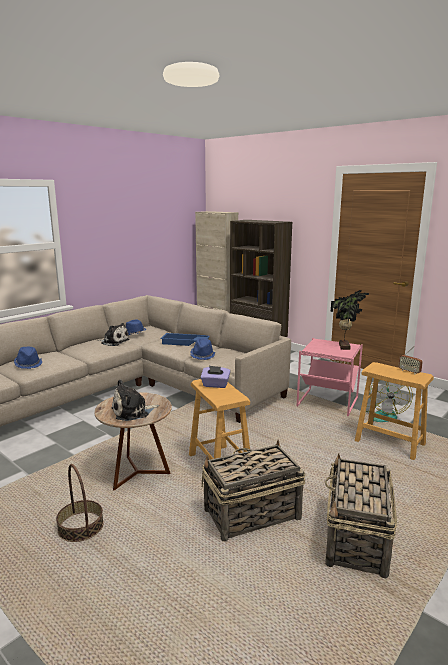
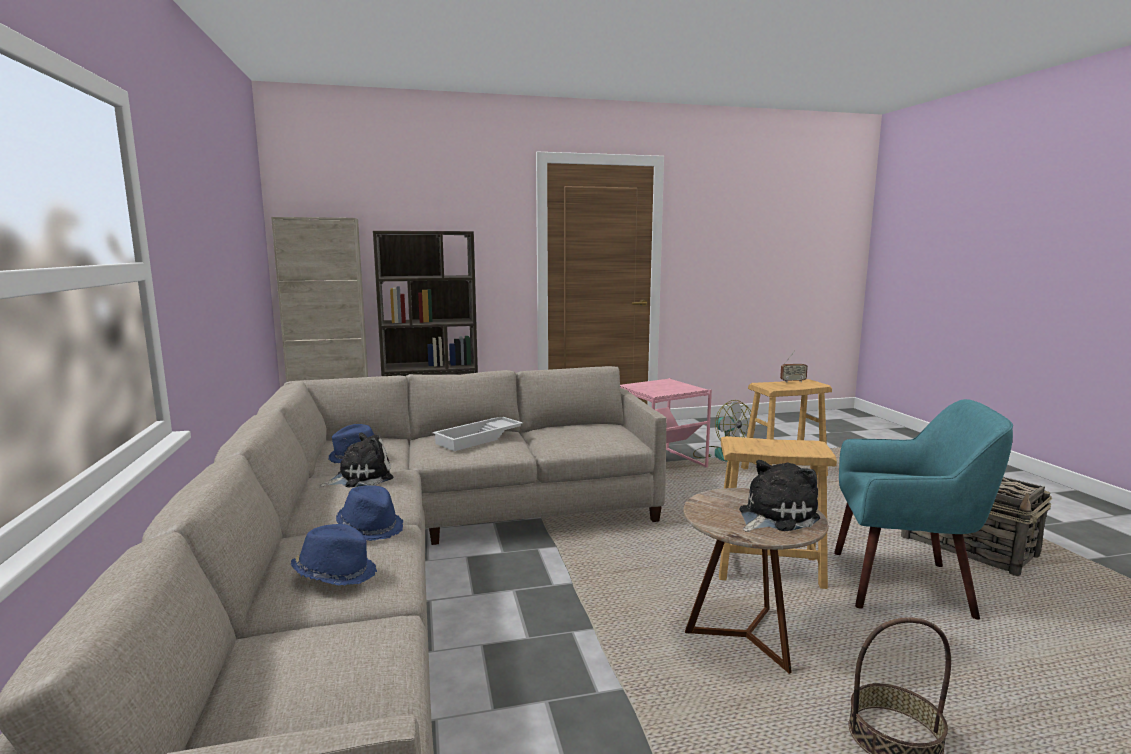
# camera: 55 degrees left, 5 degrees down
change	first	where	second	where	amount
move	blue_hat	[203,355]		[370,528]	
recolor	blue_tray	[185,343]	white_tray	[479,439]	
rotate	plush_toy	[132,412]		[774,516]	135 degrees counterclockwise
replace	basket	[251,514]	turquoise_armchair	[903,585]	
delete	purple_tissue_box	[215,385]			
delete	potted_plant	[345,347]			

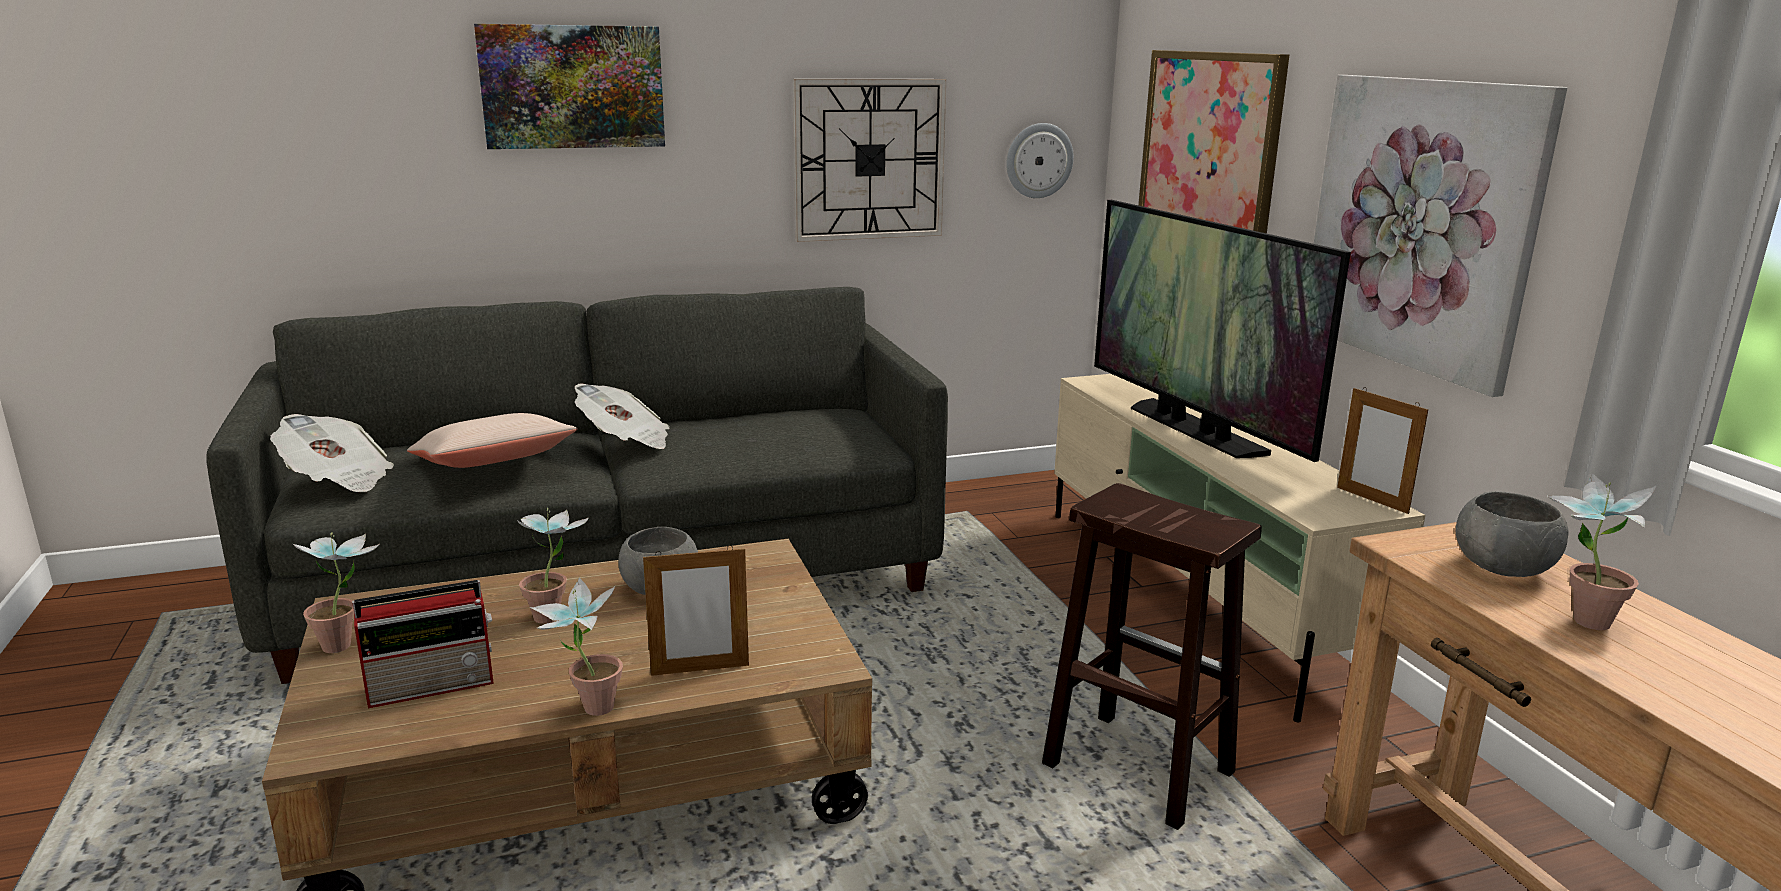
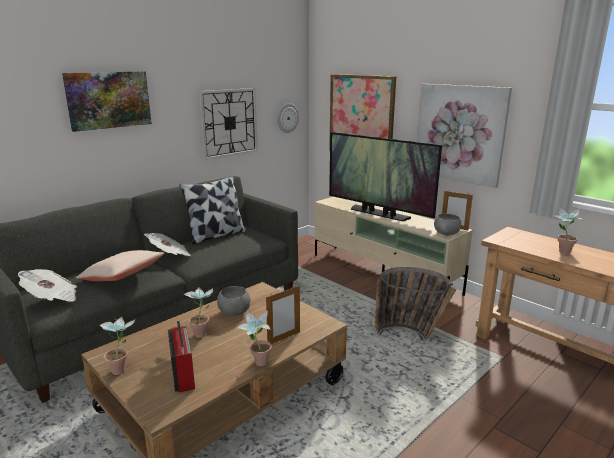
# camera: 25 degrees left, 0 degrees up
change	first	where	second	where	amount
rotate	radio	[434,685]		[183,374]	60 degrees counterclockwise
insert			pillow	[216,235]	
replace	brown_stool	[1135,767]	basket	[412,336]	
move	grey_bowl	[1501,567]		[446,233]	

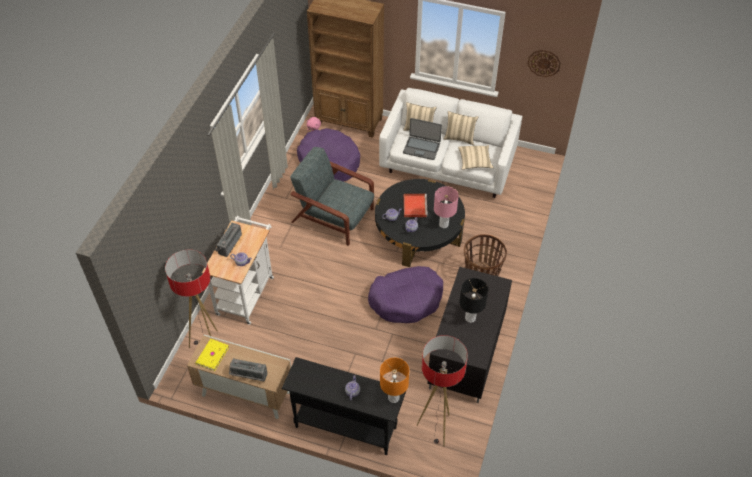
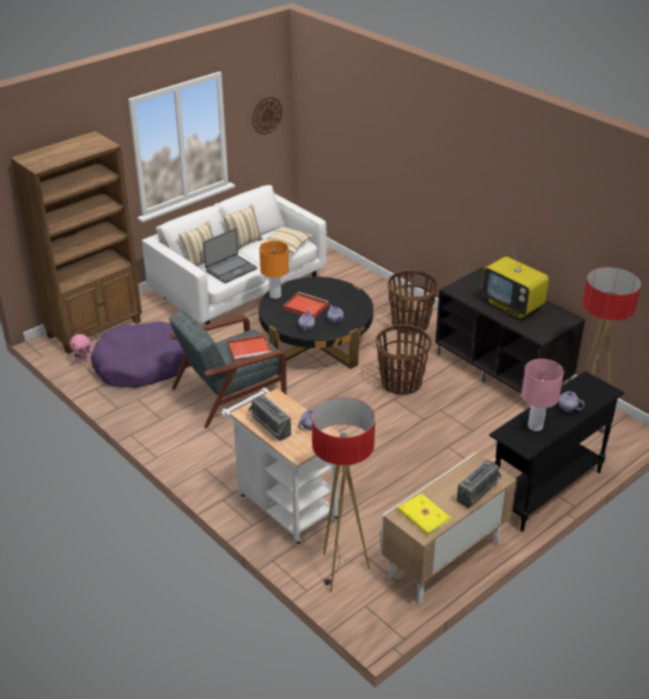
# camera: 60 degrees left, 15 degrees down
change	first	where	second	where	amount
insert			red_tray	[250,349]	
move	orange_table_lamp	[393,397]		[275,295]	
replace	purple_dog_bed	[406,299]	basket	[401,383]	
replace	black_table_lamp	[470,318]	television	[513,306]	
move	pink_table_lamp	[443,224]		[535,426]	

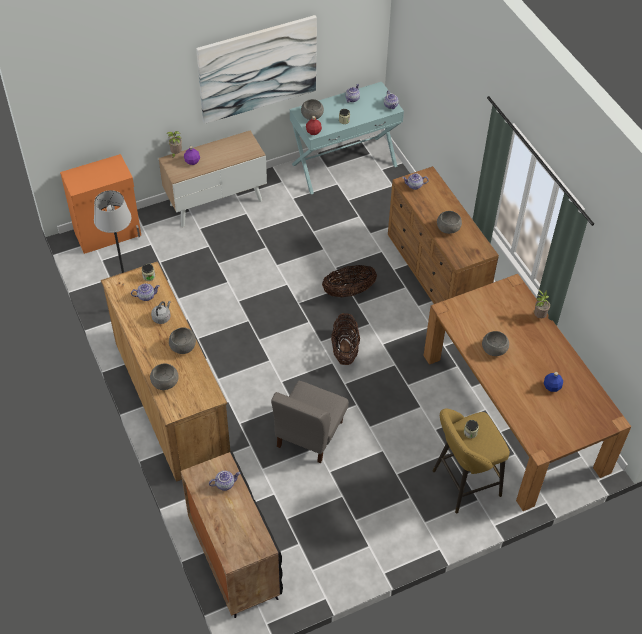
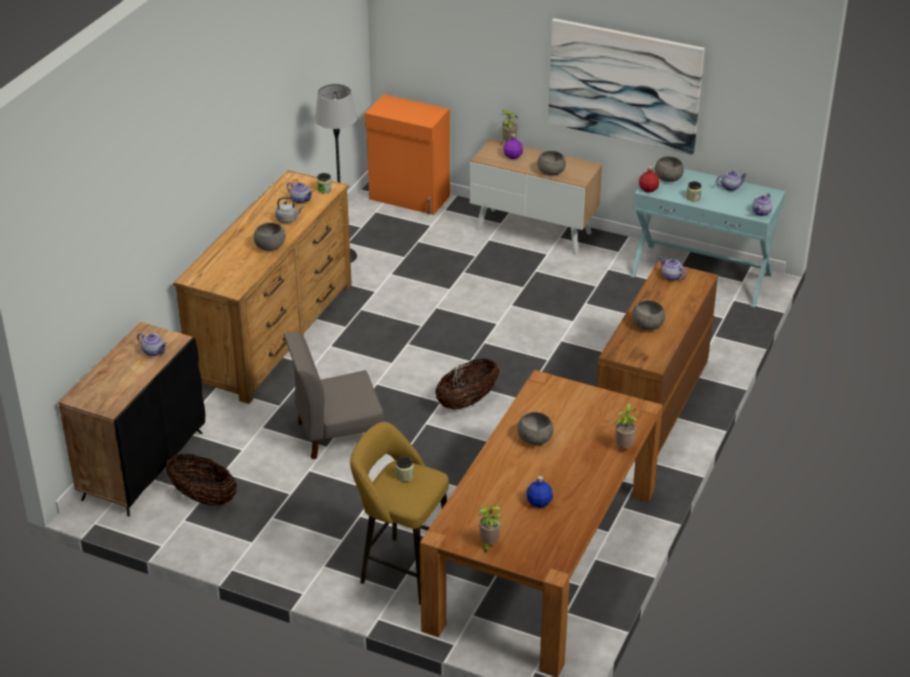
# camera: 50 degrees right, 15 degrees down
change	first	where	second	where	amount
move	basket	[349,291]		[203,497]	
insert			potted_plant	[488,545]	
move	grey_bowl	[165,382]		[551,172]	

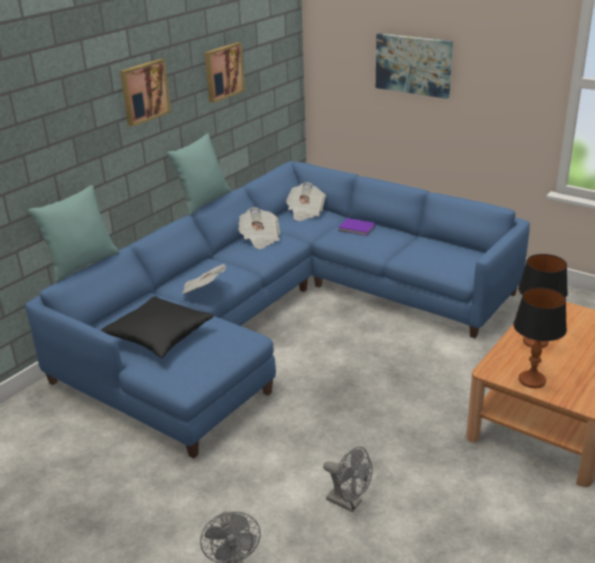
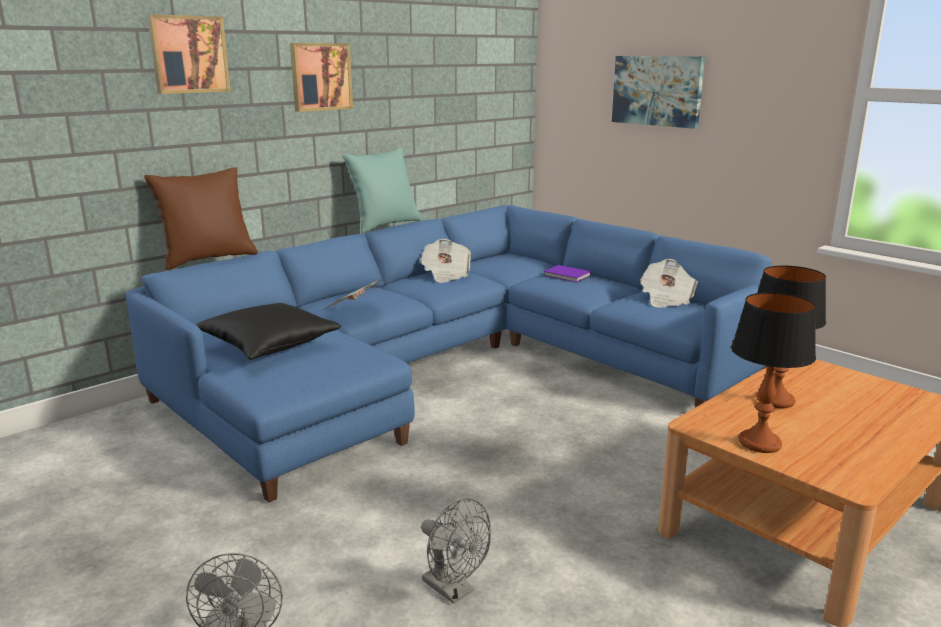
# camera: 10 degrees right, 10 degrees down
change	first	where	second	where	amount
recolor	turquoise_pillow	[81,264]	brown_pillow	[208,259]	
move	picture	[223,71]		[188,54]	
move	newspaper	[305,212]		[667,299]	

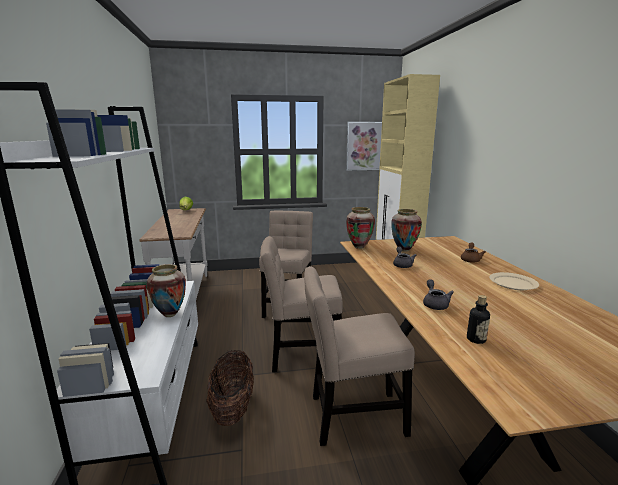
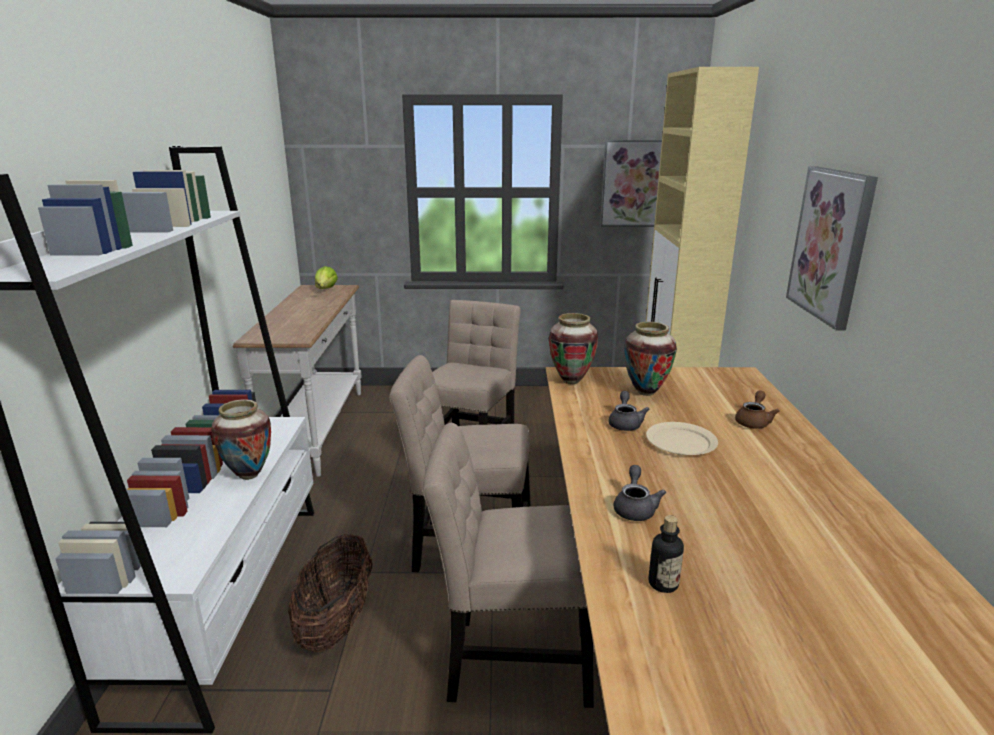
# camera: 10 degrees right, 5 degrees up
change	first	where	second	where	amount
move	beige_plate	[513,283]		[680,442]	
insert			picture	[831,244]	

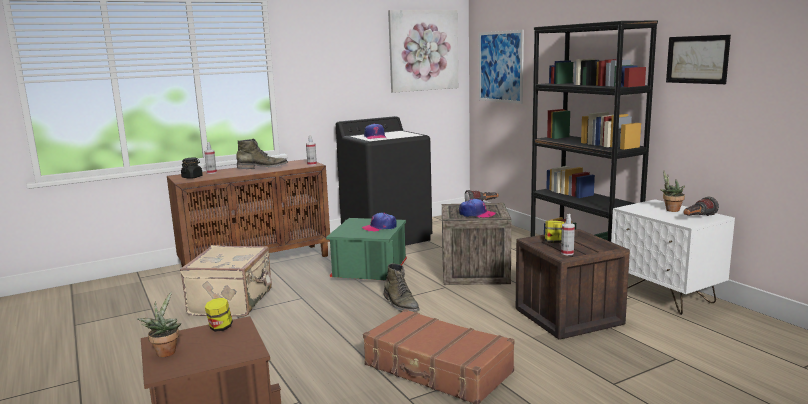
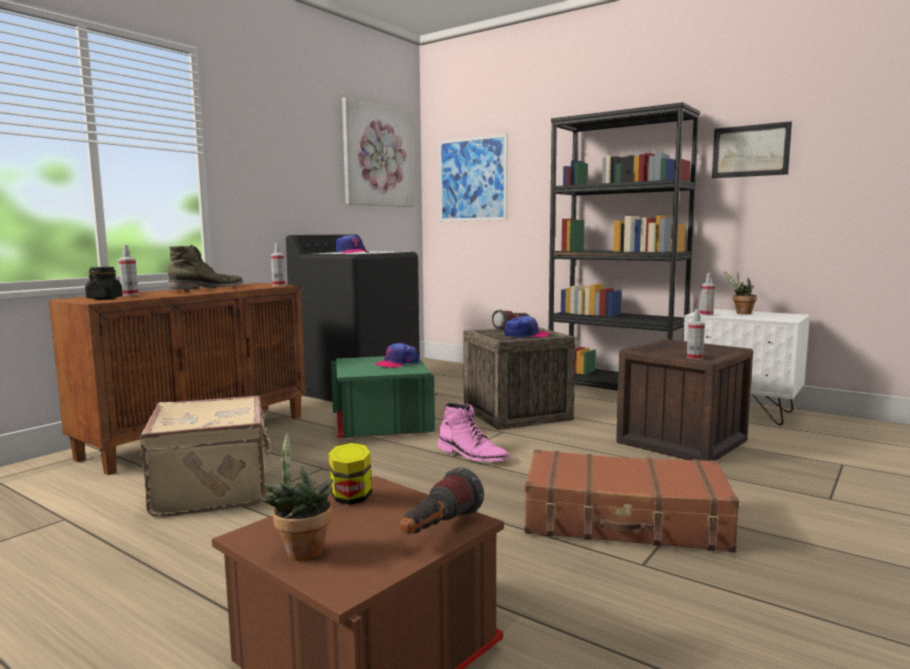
# camera: 25 degrees left, 5 degrees down
change	first	where	second	where	amount
move	flashlight	[697,218]		[438,530]	
recolor	green_boot	[400,304]	pink_boot	[472,456]	
insert			spray_bottle	[706,314]	
delete	jar	[554,242]			

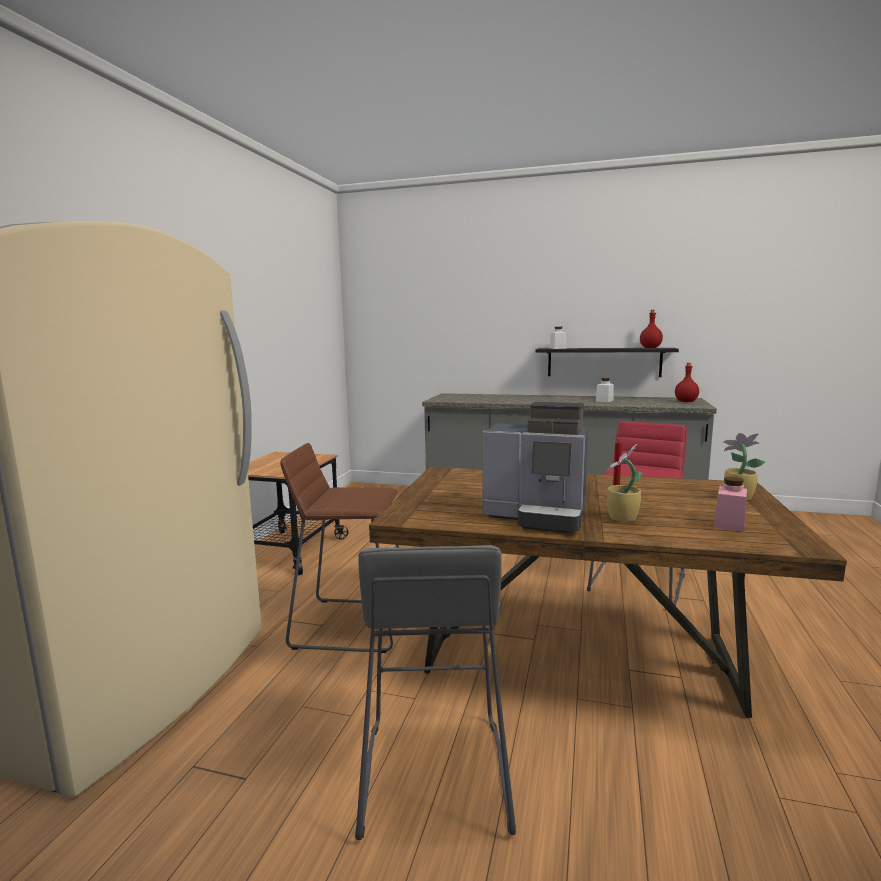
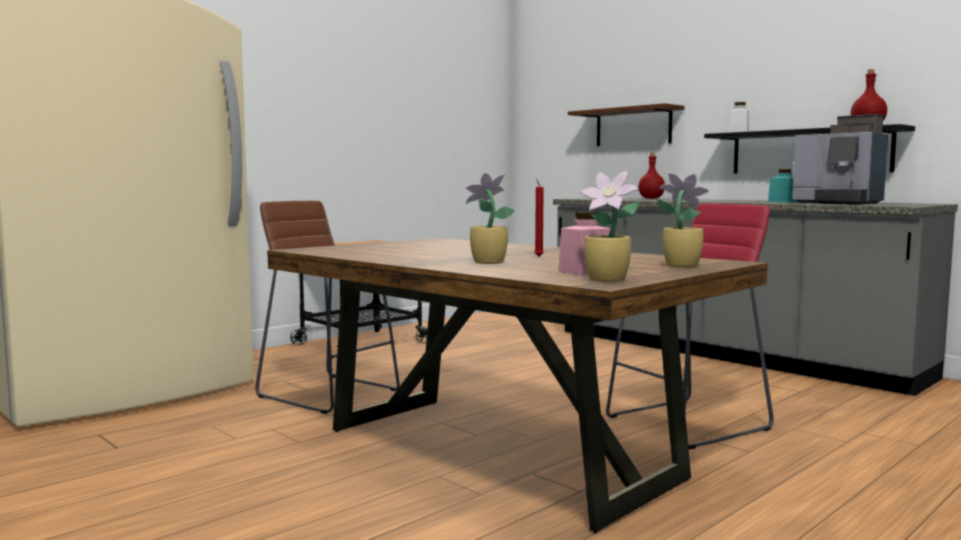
# camera: 30 degrees right, 5 degrees down
change	first	where	second	where	amount
insert			brown_shelf	[633,127]	
insert			potted_plant	[608,280]	
move	red_bottle	[686,401]		[651,198]	
recolor	white_jar	[604,400]	turquoise_jar	[783,202]	
move	coffee_machine	[538,516]		[838,203]	
delete	grey_stool	[433,776]			

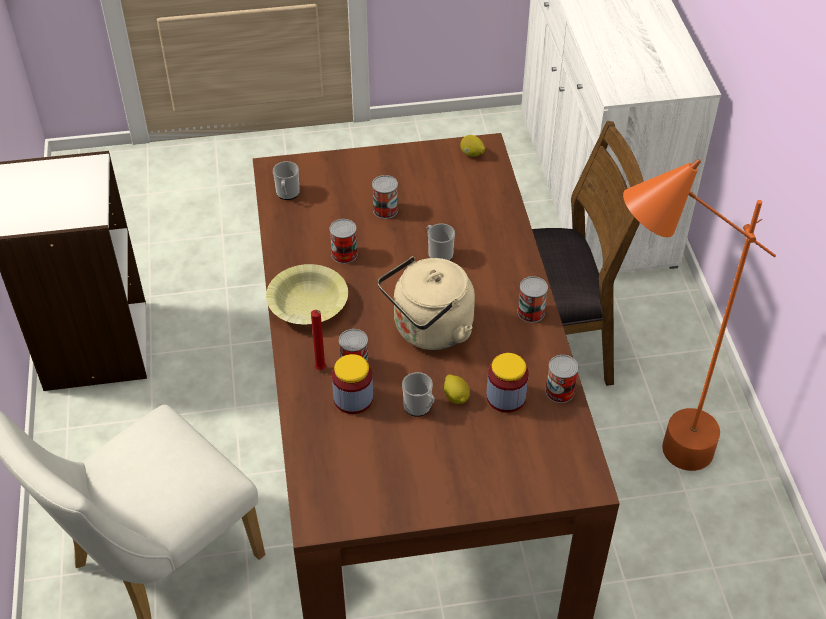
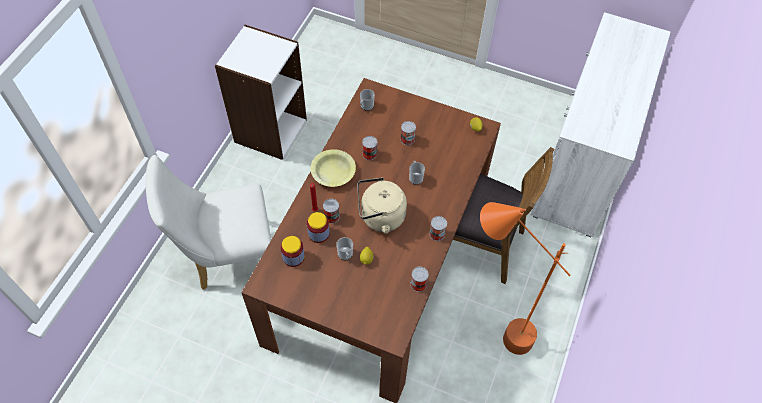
# camera: 30 degrees right, 10 degrees up
change	first	where	second	where	amount
move	jar	[506,397]		[293,257]	

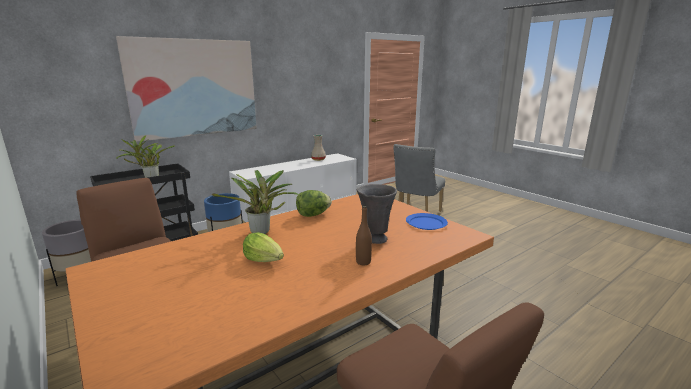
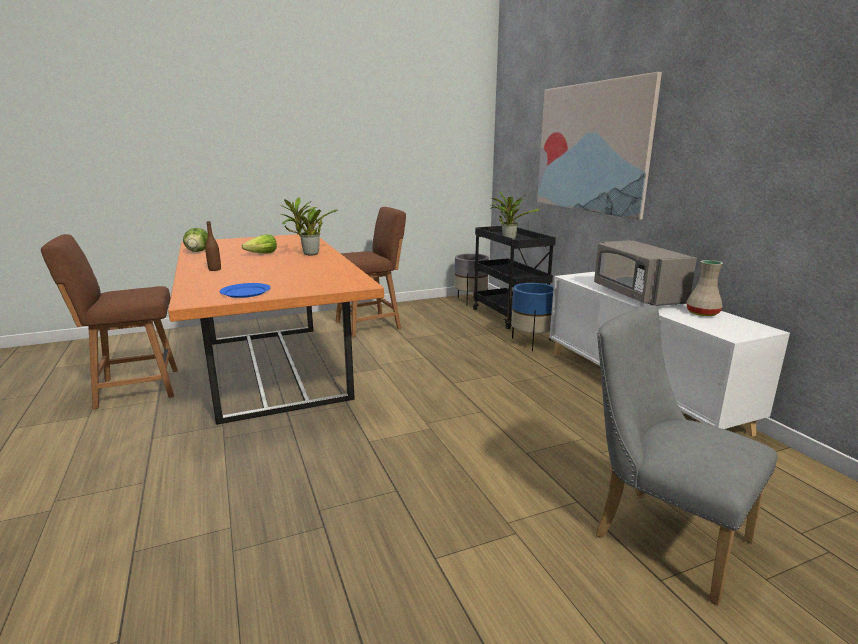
# camera: 105 degrees right, 0 degrees up
change	first	where	second	where	amount
move	lettuce	[313,215]		[198,251]	
insert			grey_microwave	[636,295]	
delete	grey_vase	[375,239]			

